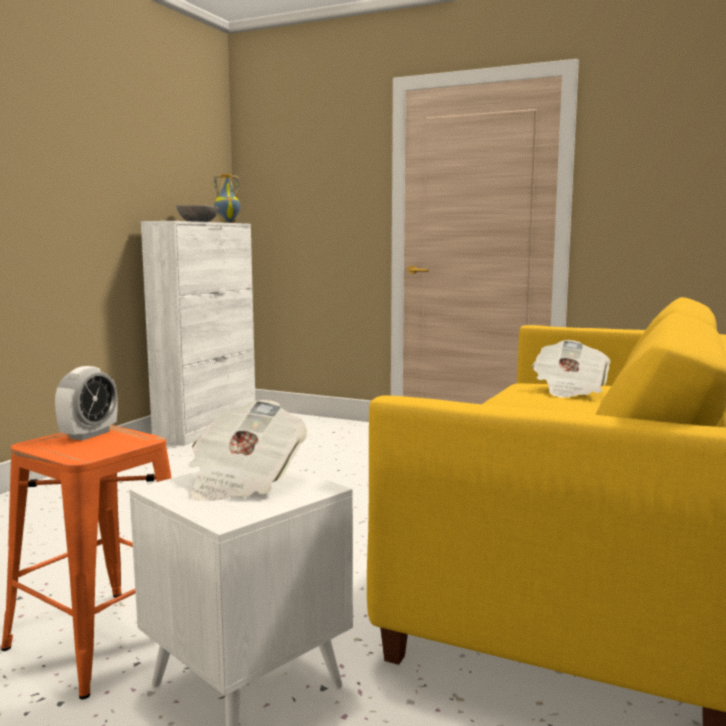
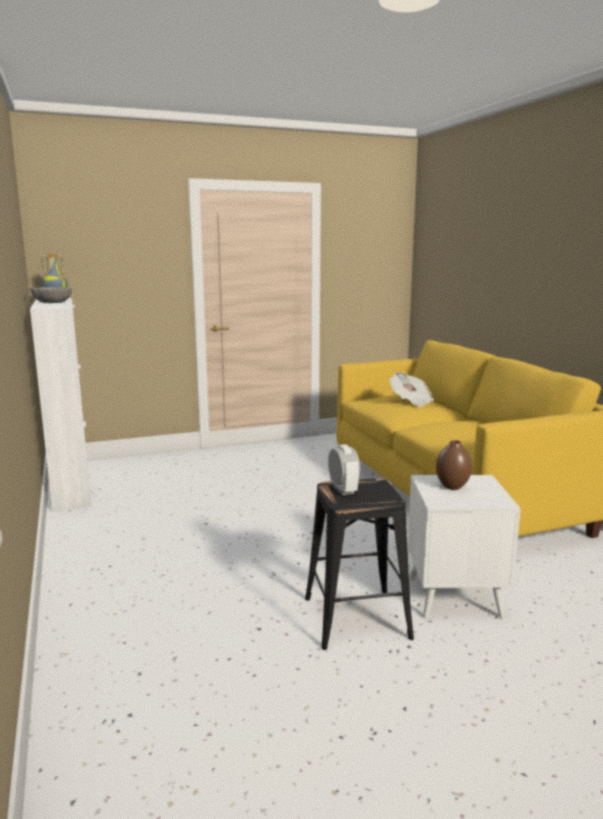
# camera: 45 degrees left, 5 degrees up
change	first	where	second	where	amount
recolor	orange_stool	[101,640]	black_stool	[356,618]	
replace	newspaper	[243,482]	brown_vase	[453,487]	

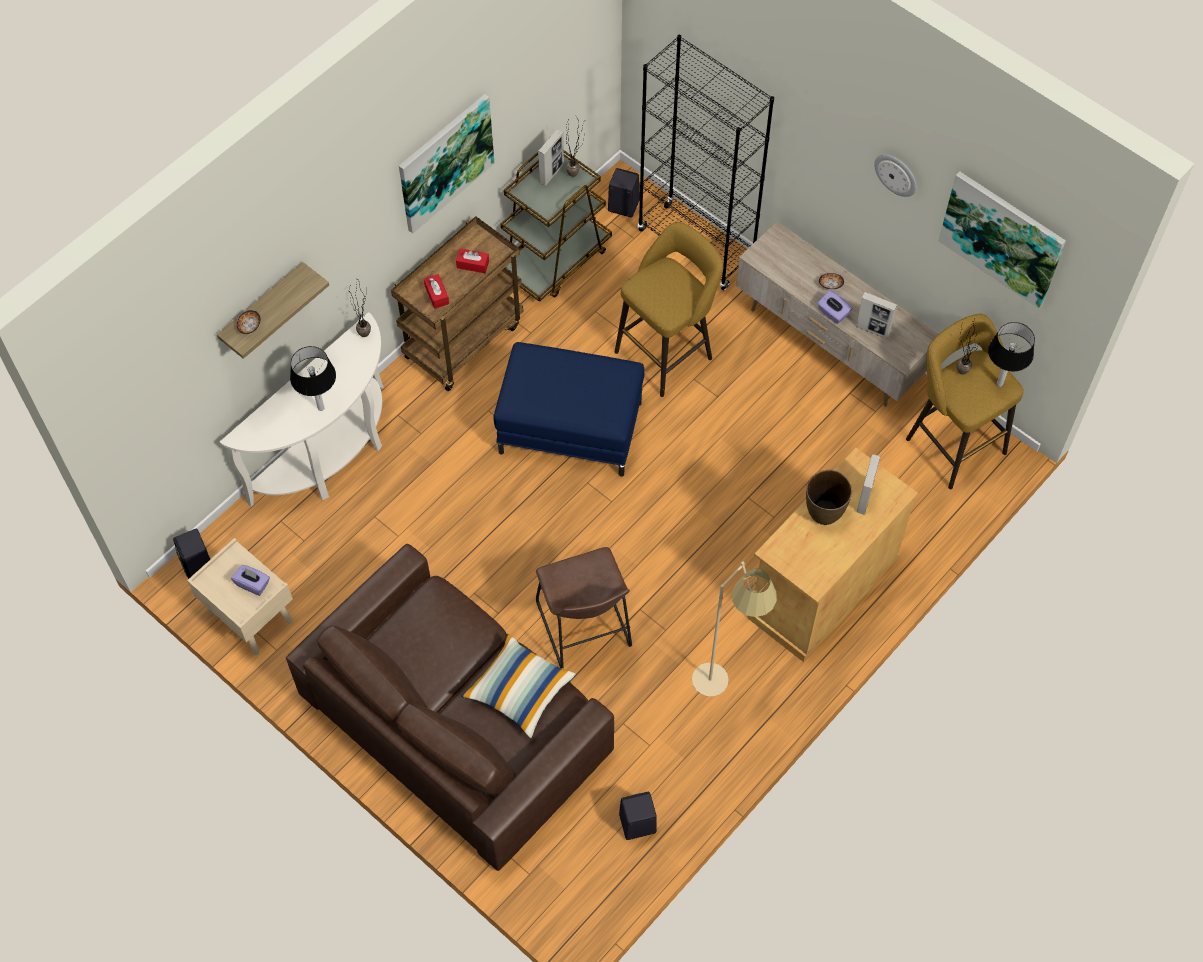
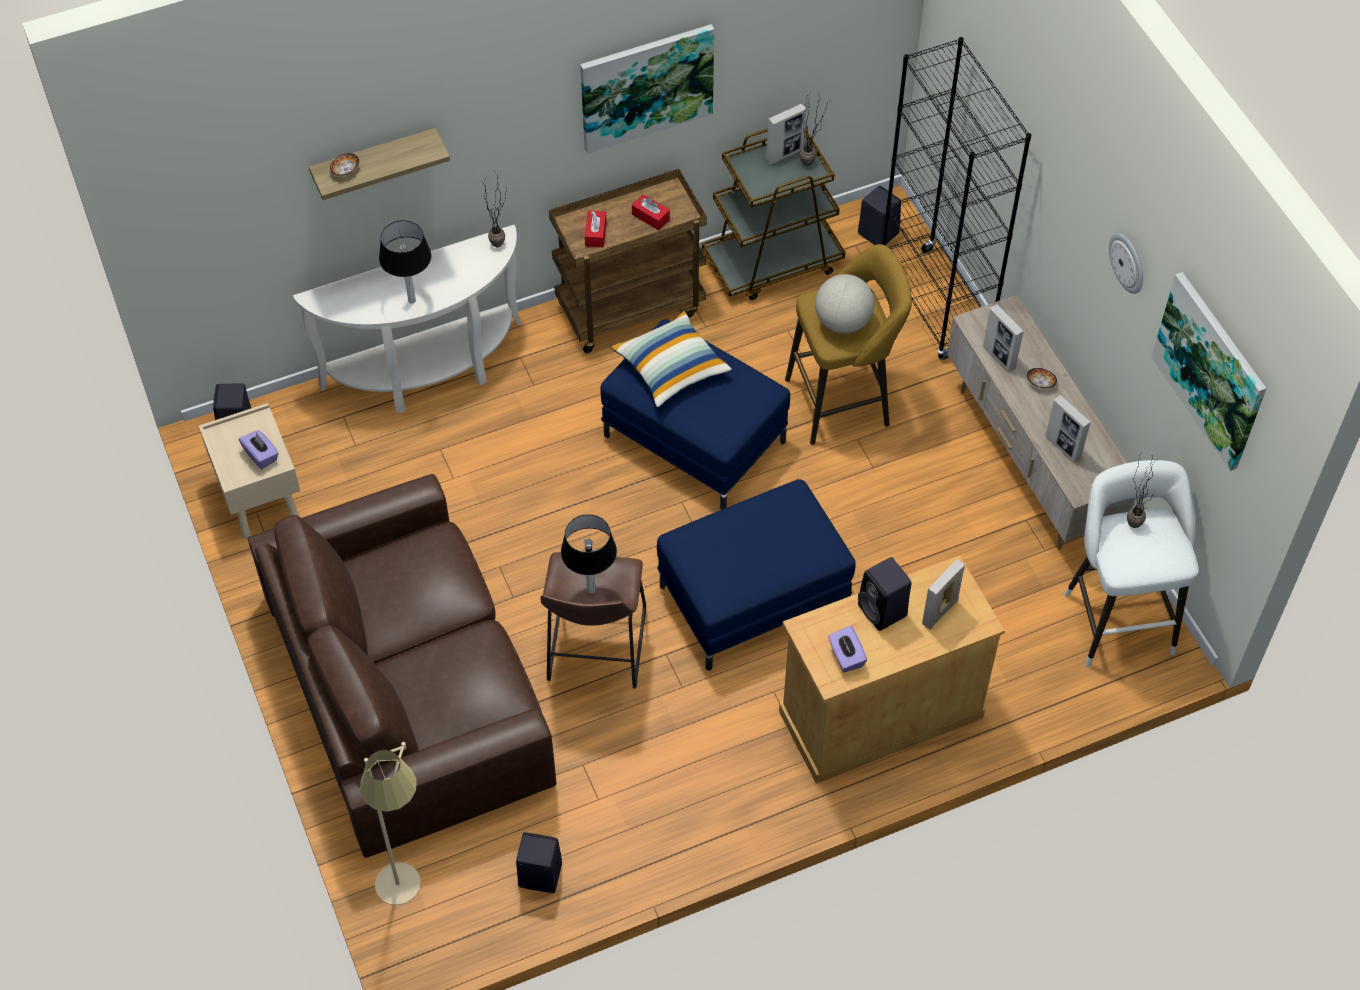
# camera: 25 degrees right, 5 degrees down
change	first	where	second	where	amount
move	beige_floor_lamp	[725,686]		[410,898]	
move	table_lamp	[1000,383]		[591,589]	
move	pillow	[519,691]		[670,368]	
insert			blue_ottoman	[753,598]	
insert			globe	[843,322]	
move	purple_tissue_box	[833,313]		[846,657]	
replace	brown_vase	[824,514]	black_speaker	[883,611]	
insert			picture_frame	[999,357]	
recolor	yellow_stool	[952,442]	white_stool	[1117,617]	

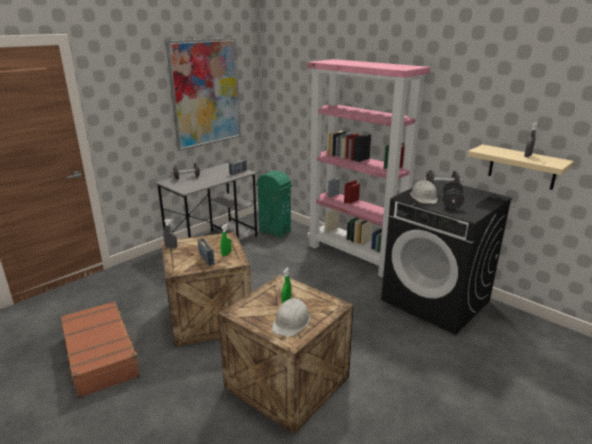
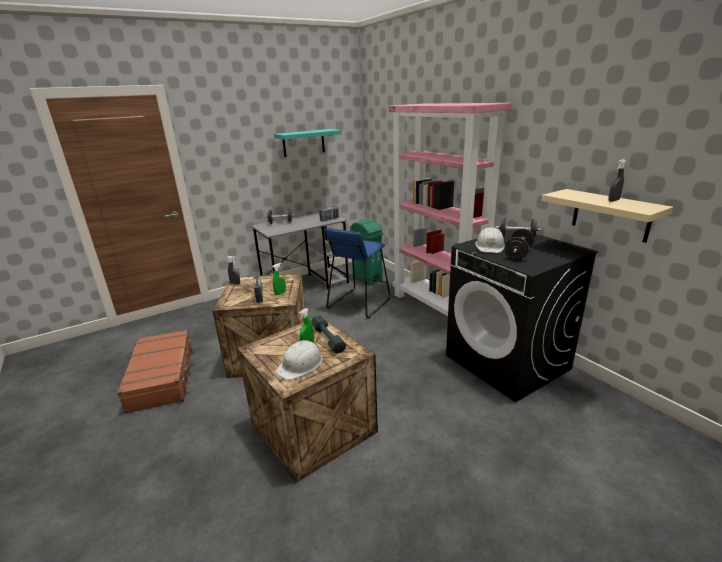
# camera: 15 degrees right, 0 degrees up
change	first	where	second	where	amount
replace	picture	[206,93]	turquoise_shelf	[303,143]	
insert			grey_dumbbell	[328,338]	
insert			blue_stool	[359,303]	

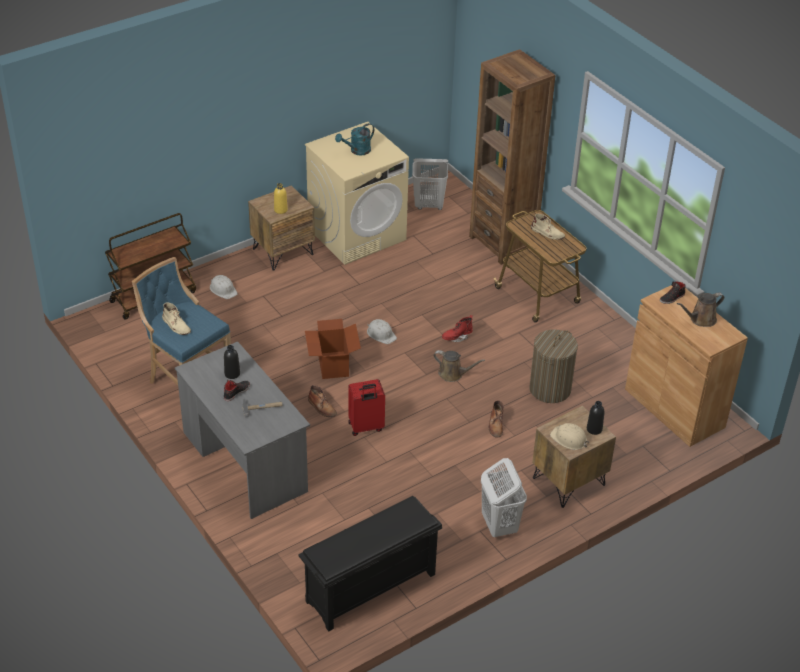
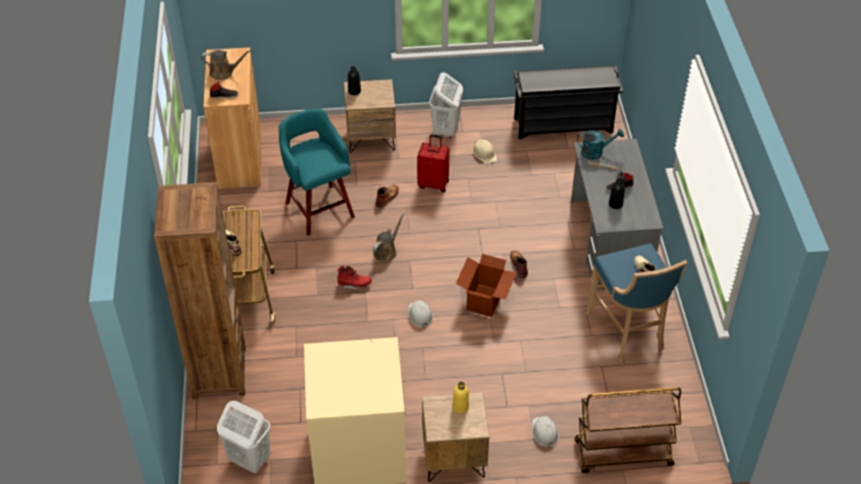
# camera: 150 degrees left, 5 degrees up
change	first	where	second	where	amount
replace	laundry_basket	[550,389]	turquoise_stool	[319,208]	
rotate	brown_watering_can	[453,374]		[386,251]	75 degrees clockwise
move	red_suitcase	[366,427]		[433,184]	
move	beige_hard_hat	[569,439]		[484,153]	
move	turquoise_watering_can	[357,151]		[596,152]	

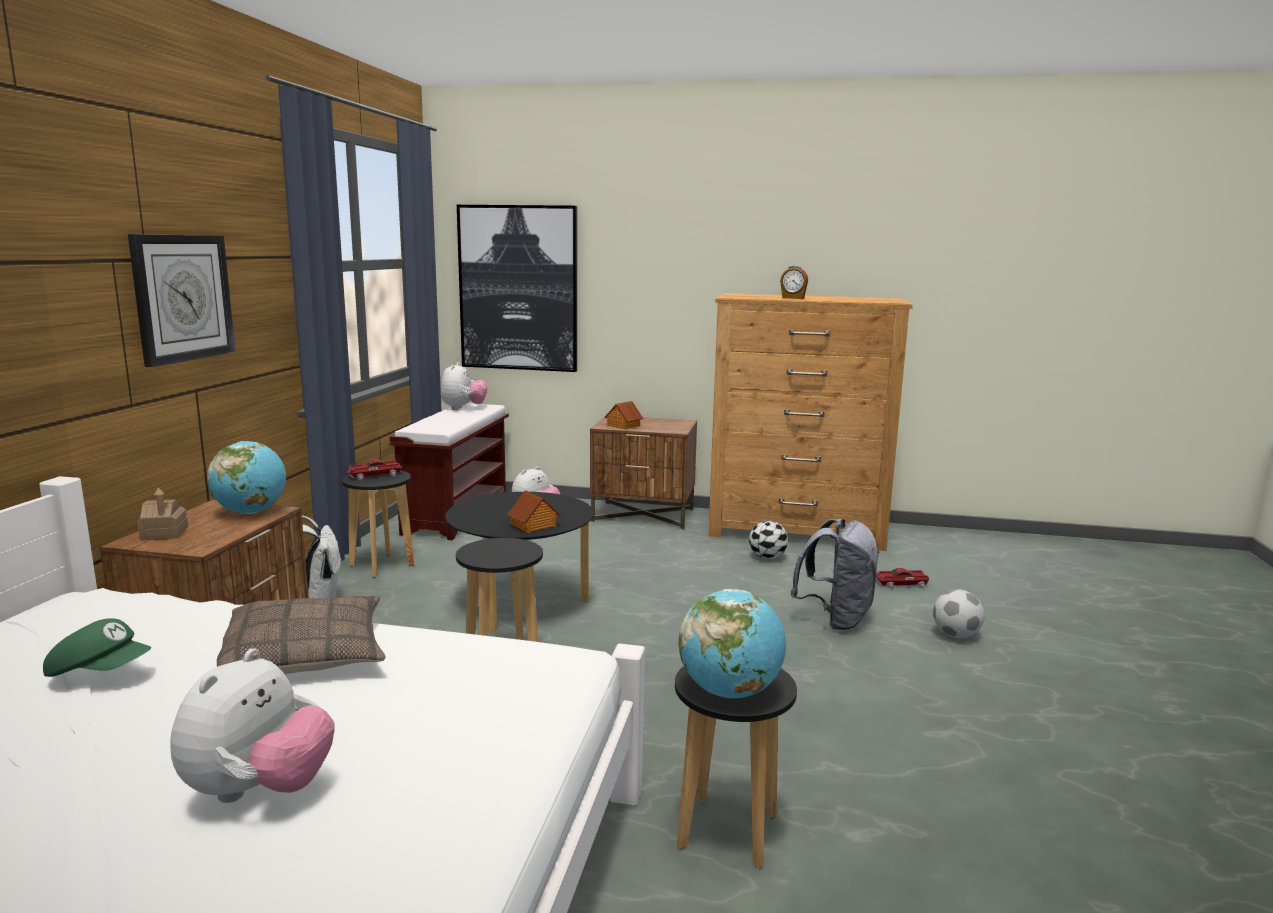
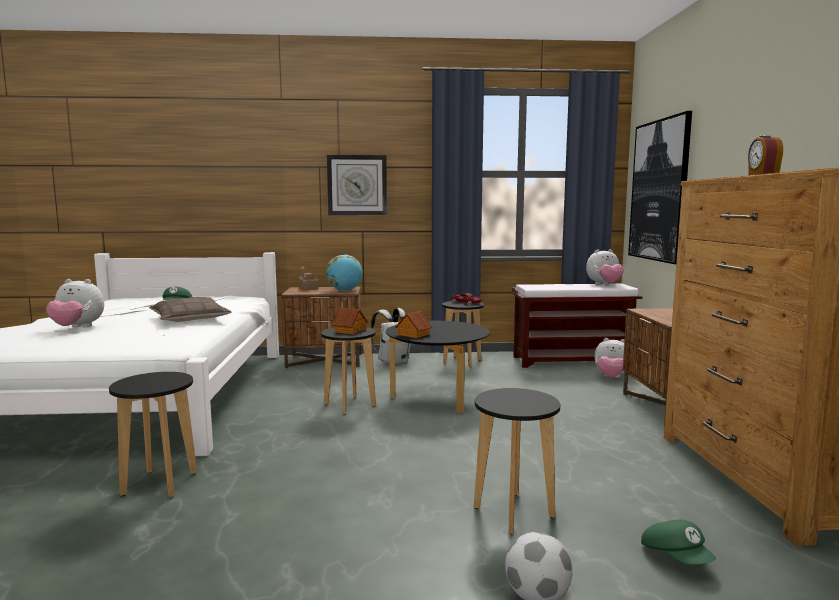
# camera: 75 degrees right, 5 degrees down
change	first	where	second	where	amount
move	toy_house	[623,425]		[350,331]	
replace	grey_backpack	[836,619]	black_stool	[514,512]	
replace	toy_car	[902,584]	green_cap	[676,557]	
delete	globe	[730,692]			
delete	football	[767,557]			

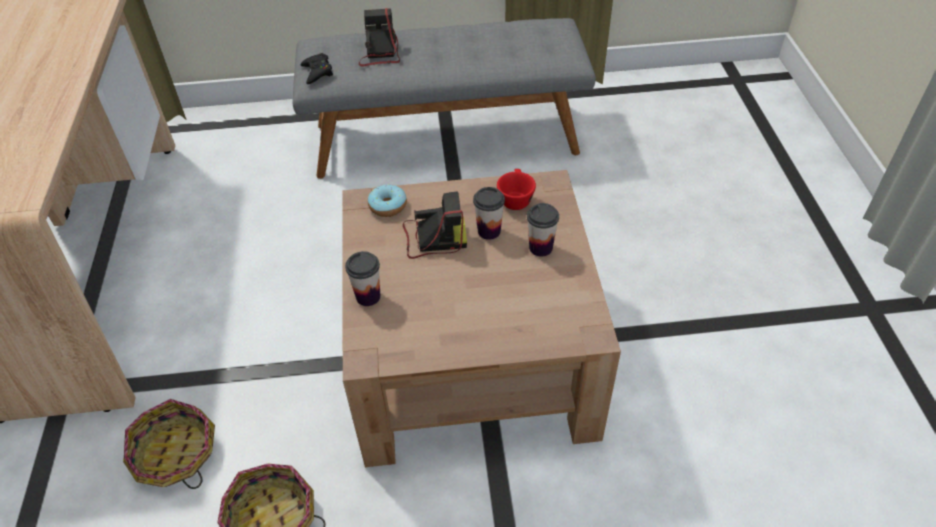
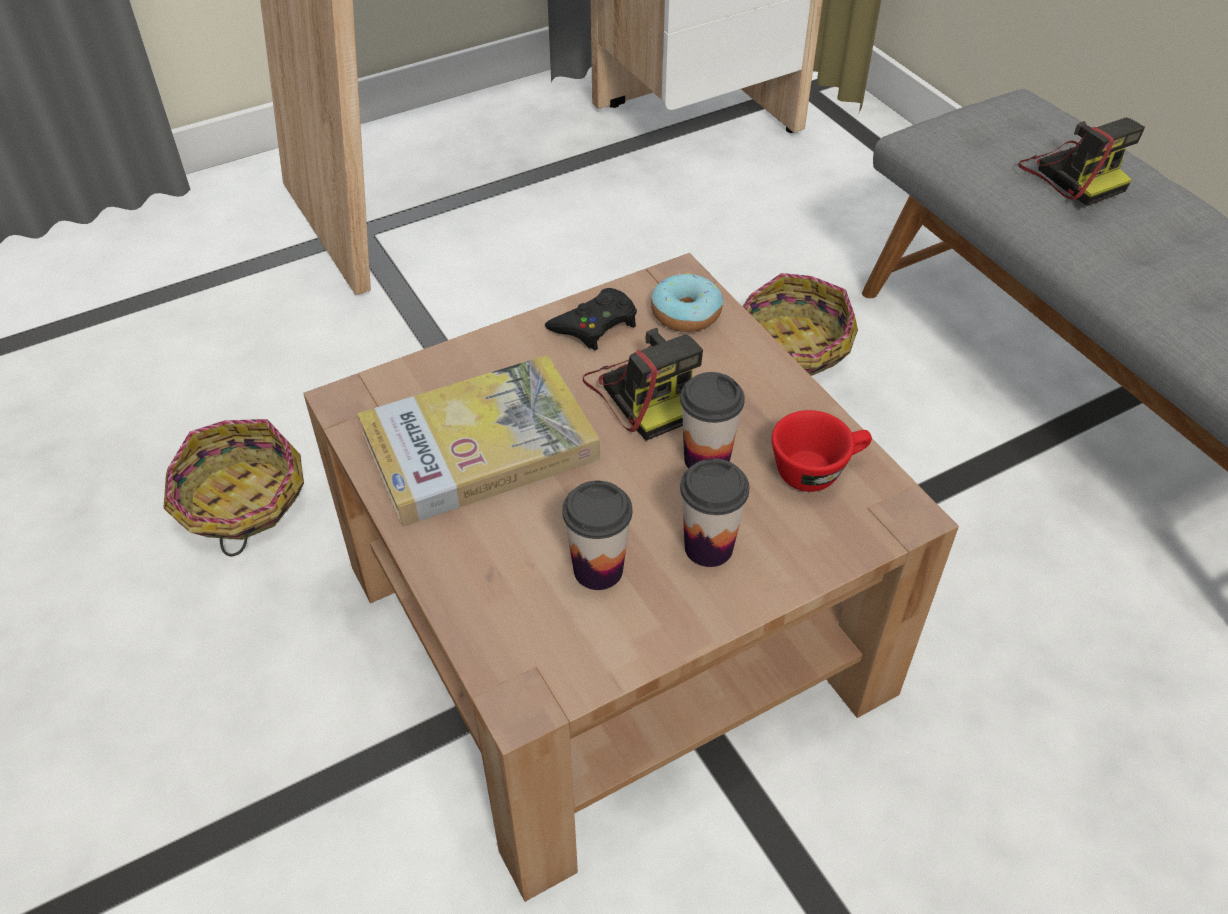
# camera: 65 degrees right, 0 degrees up
change	first	where	second	where	amount
insert			book	[479,446]	
move	black_game_controller	[317,72]		[595,325]	
move	cup	[368,296]		[598,570]	
move	basket	[175,455]		[791,346]	
rotate	photo_camera	[380,52]		[1072,174]	90 degrees clockwise

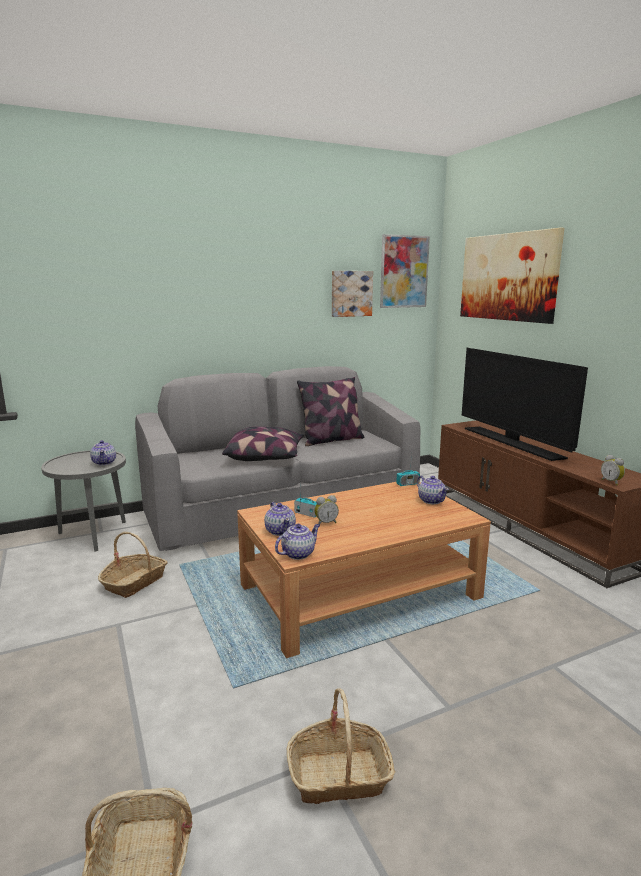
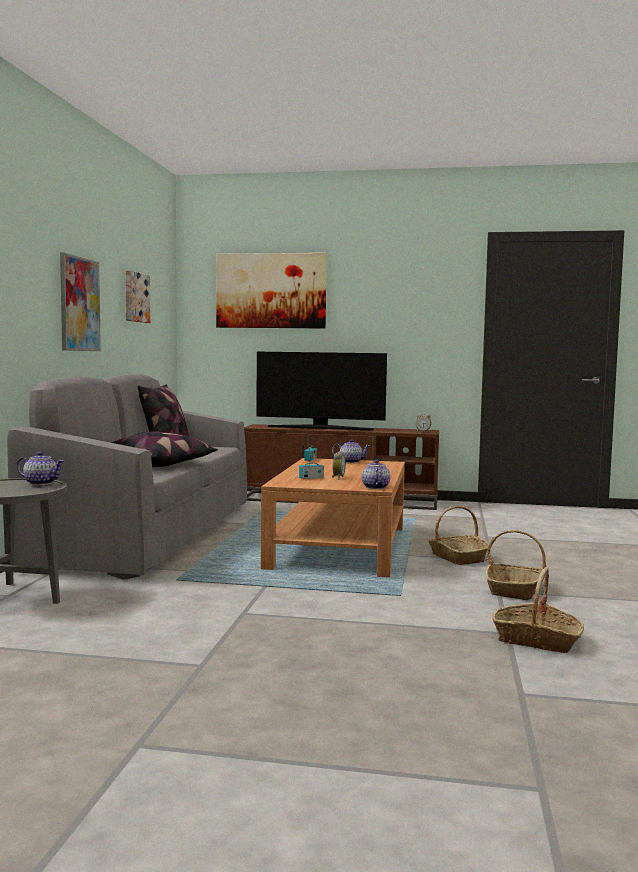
# camera: 55 degrees left, 10 degrees down
change	first	where	second	where	amount
move	picture	[404,272]		[79,304]	
move	basket	[135,582]		[457,557]	
delete	teapot	[280,531]			

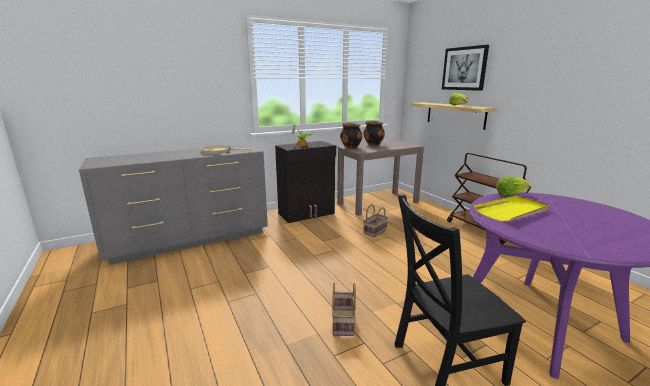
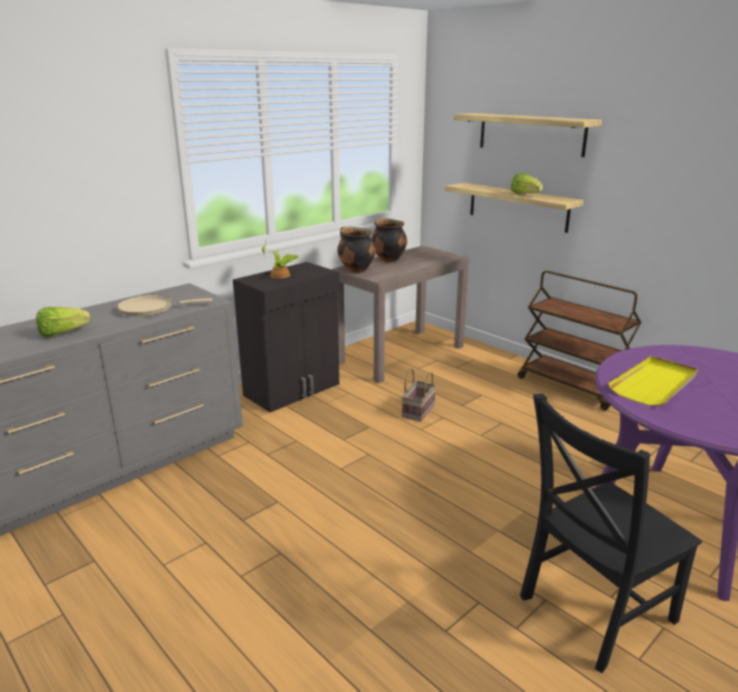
# camera: 15 degrees left, 5 degrees up
change	first	where	second	where	amount
move	lettuce	[510,195]		[62,333]	
replace	picture	[464,68]	shelf	[531,134]	
delete	basket	[344,323]			

